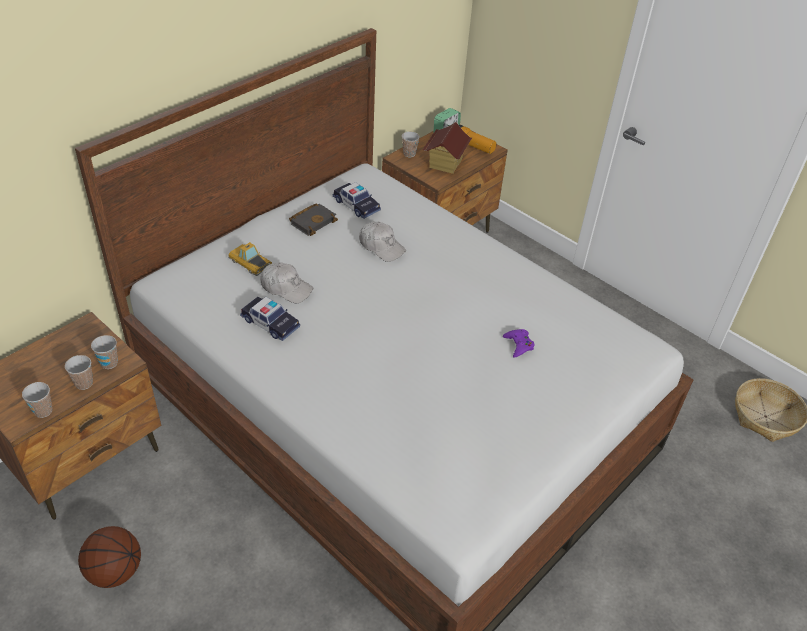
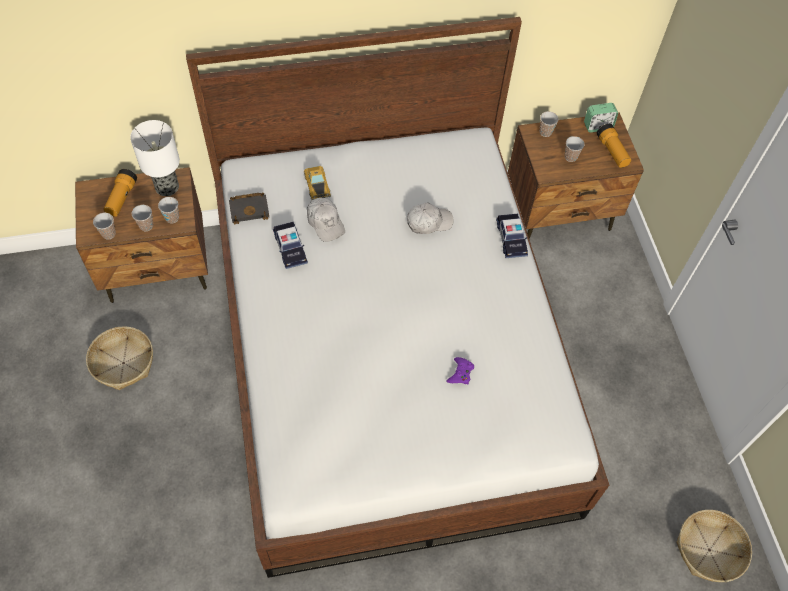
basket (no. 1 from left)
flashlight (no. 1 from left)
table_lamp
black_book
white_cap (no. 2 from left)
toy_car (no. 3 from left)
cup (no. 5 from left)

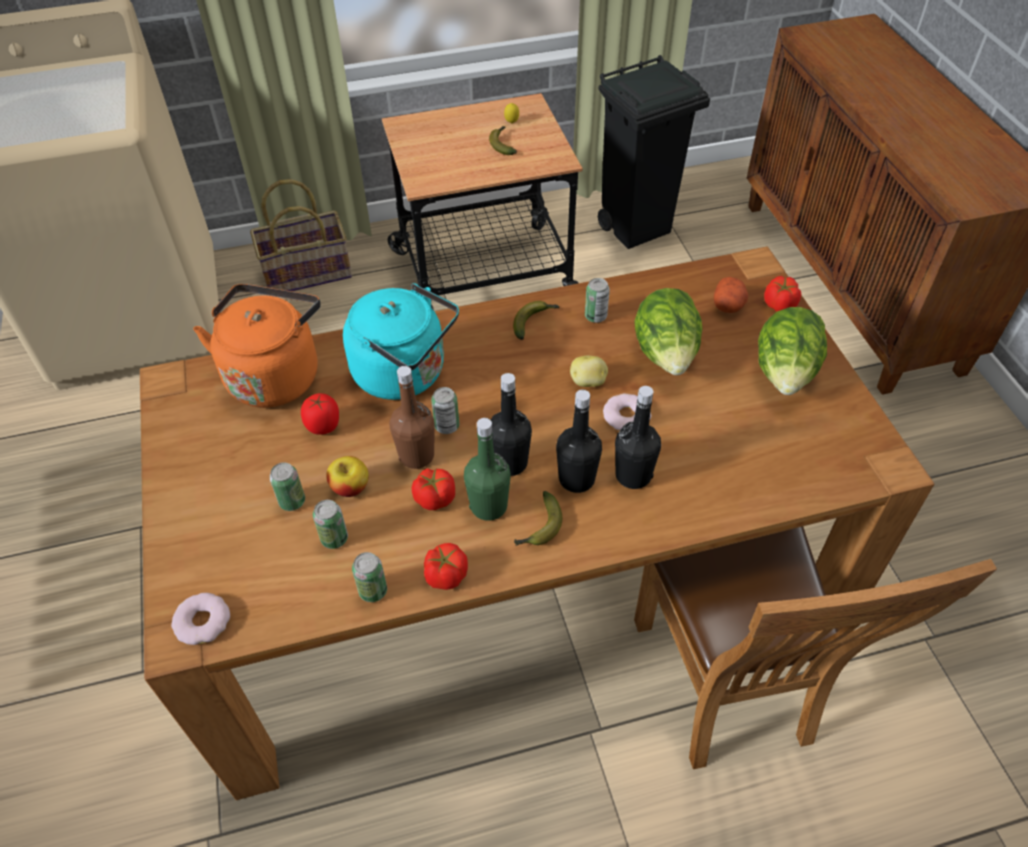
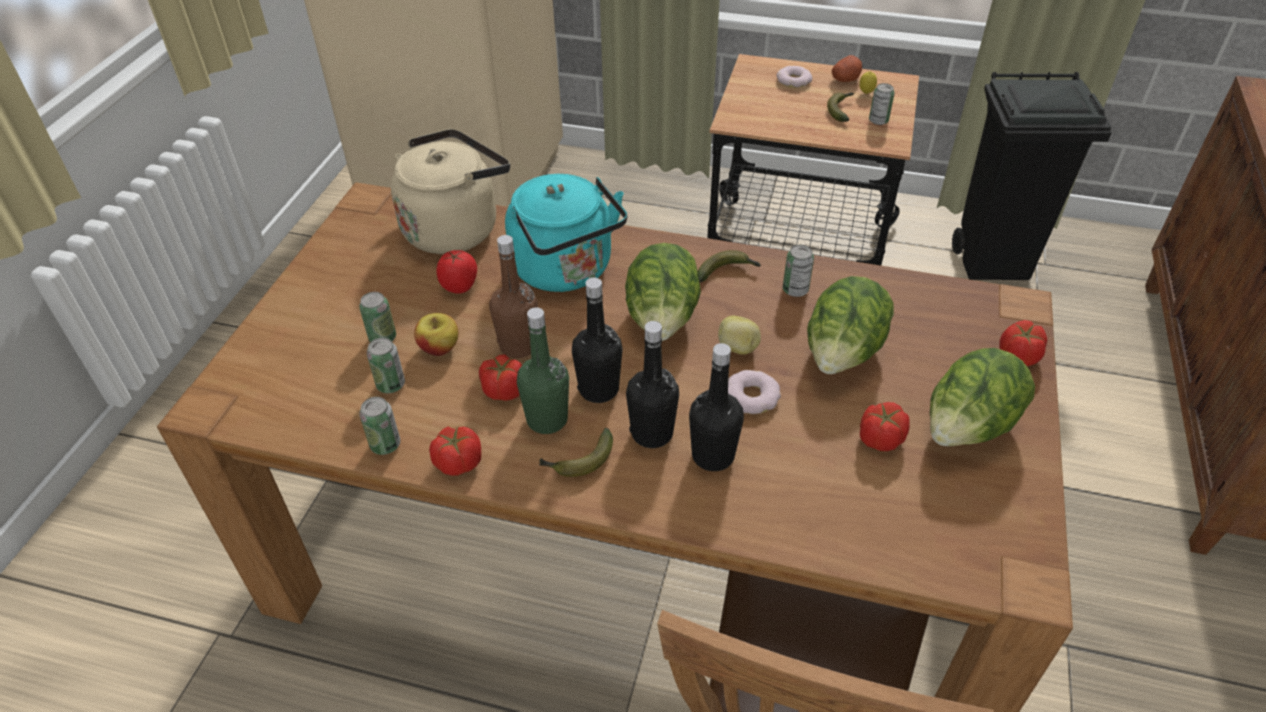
beige_kettle
lettuce (no. 1 from left)
donut (no. 2 from left)
potato (no. 2 from left)
tomato (no. 4 from left)
can (no. 5 from left)
basket

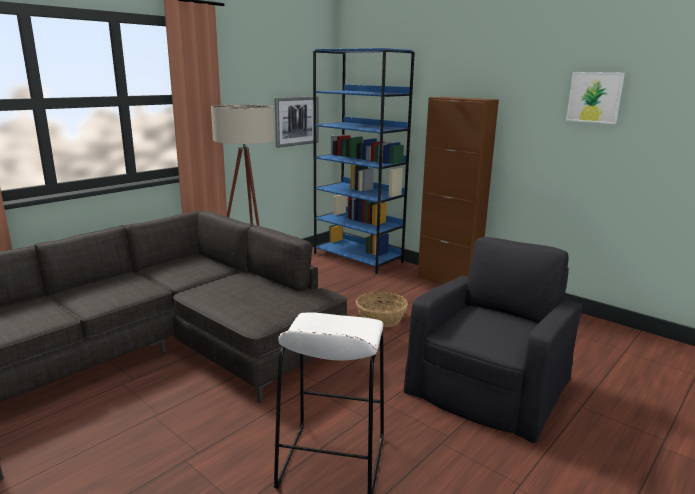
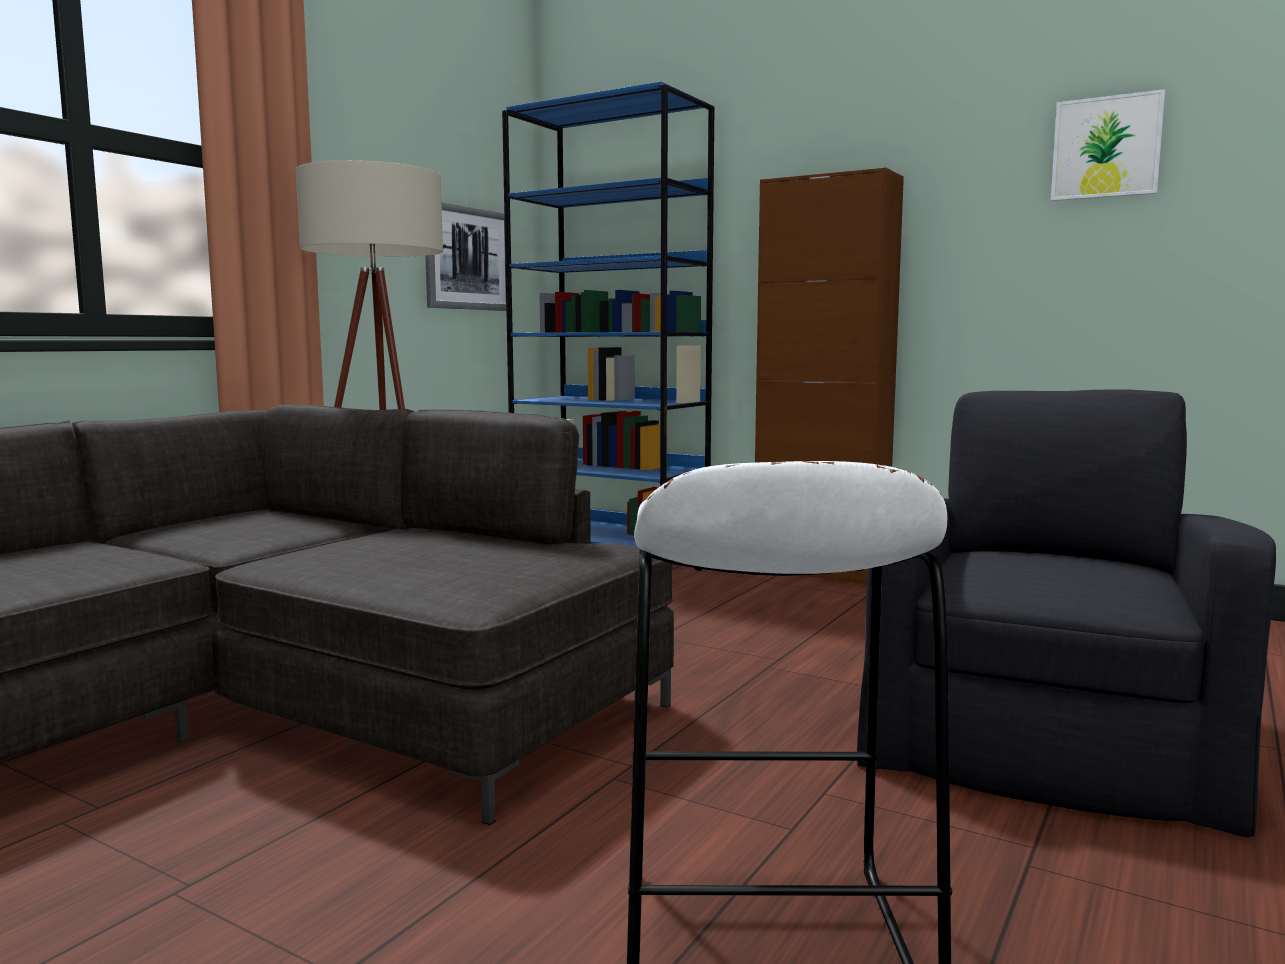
basket

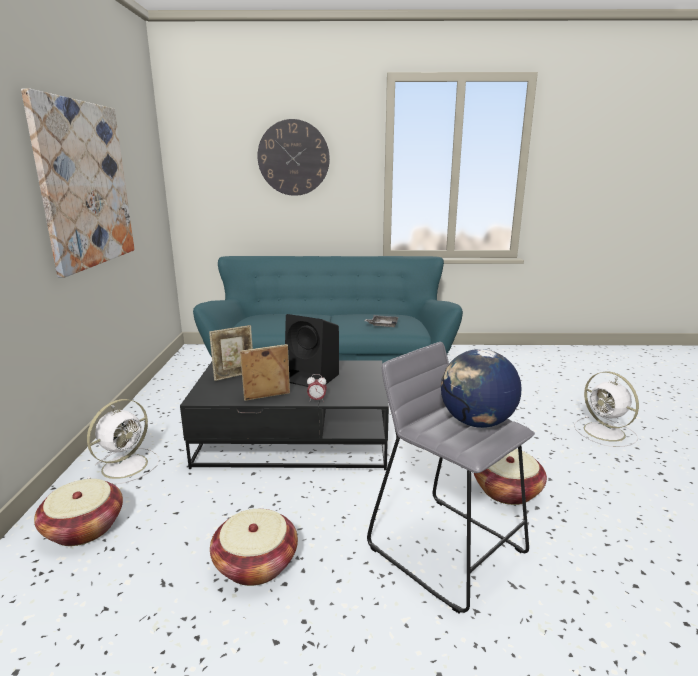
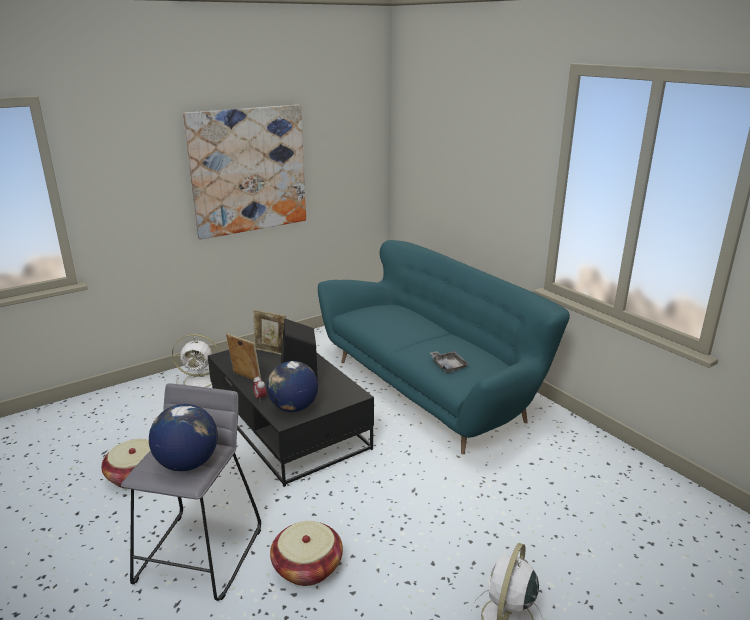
globe (no. 2 from left)
basket (no. 1 from left in the first image)
wall_clock

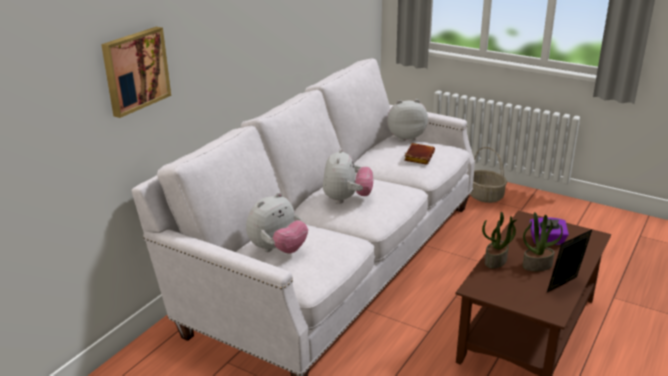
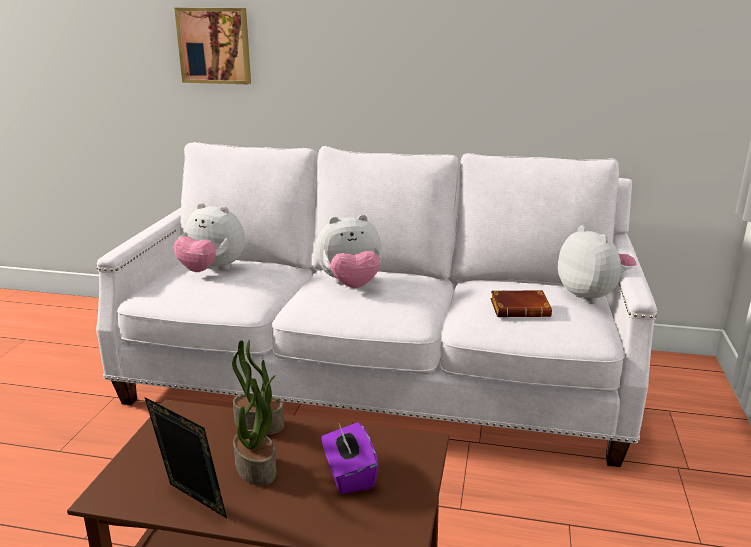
basket

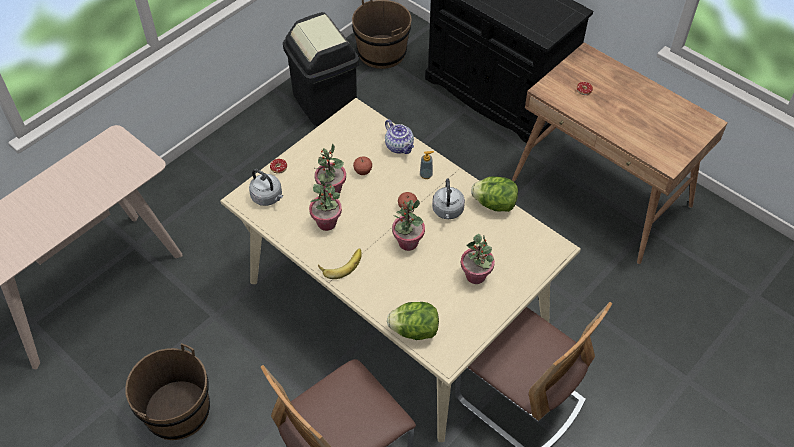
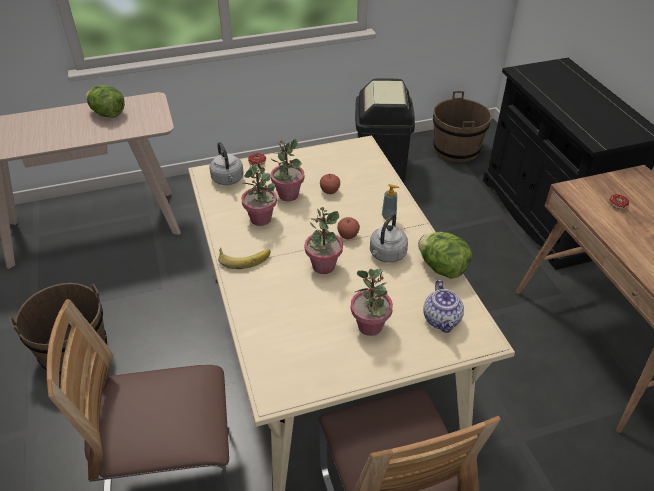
lettuce (no. 1 from left)
teapot

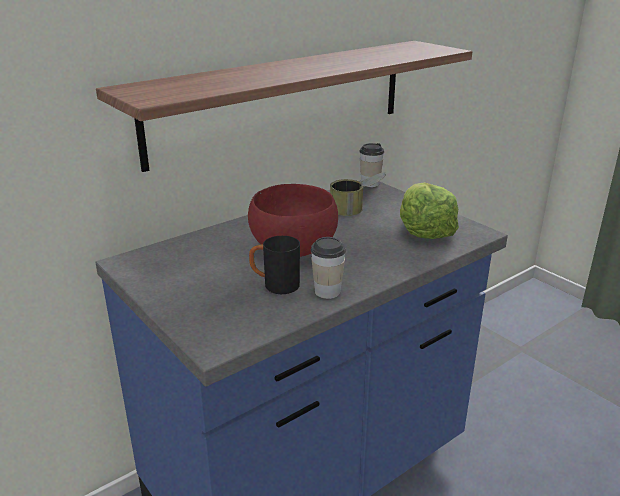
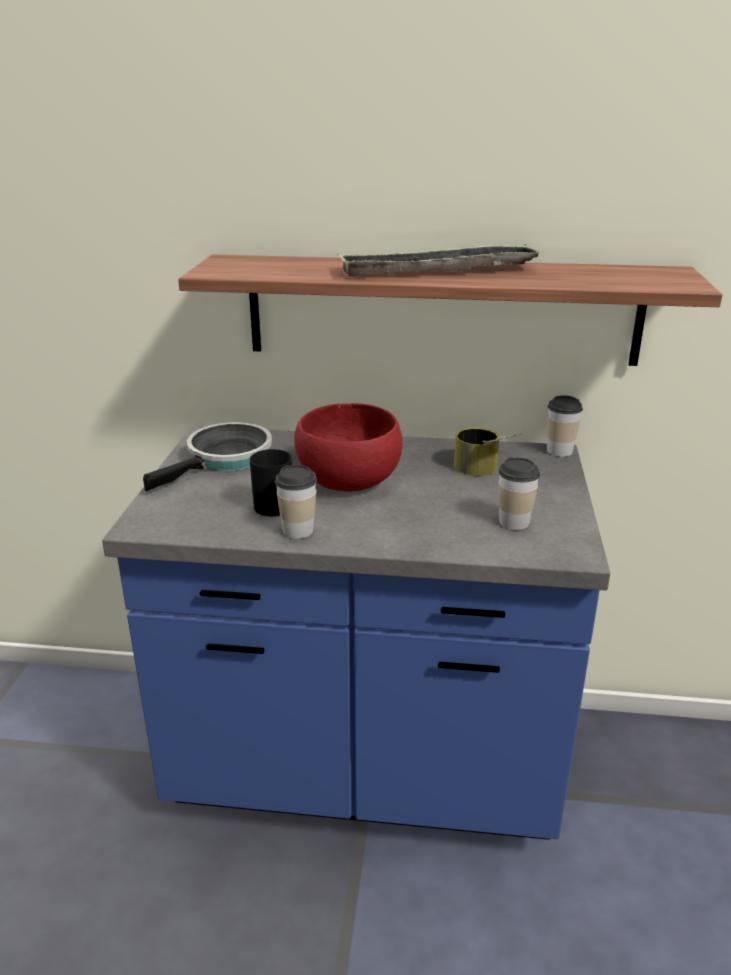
frying_pan
tray
cup (no. 2 from left)

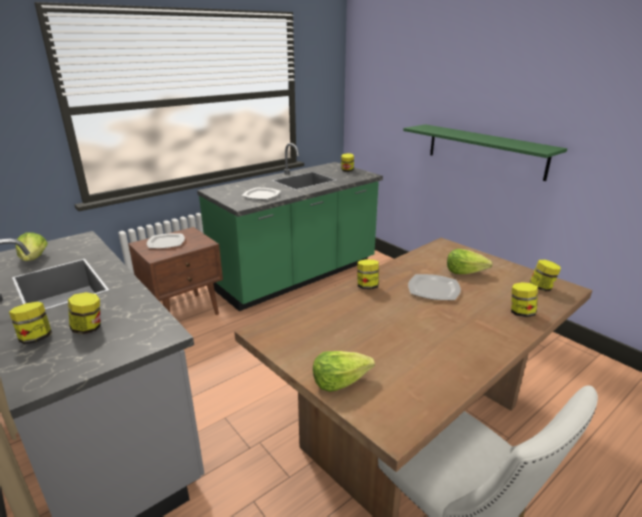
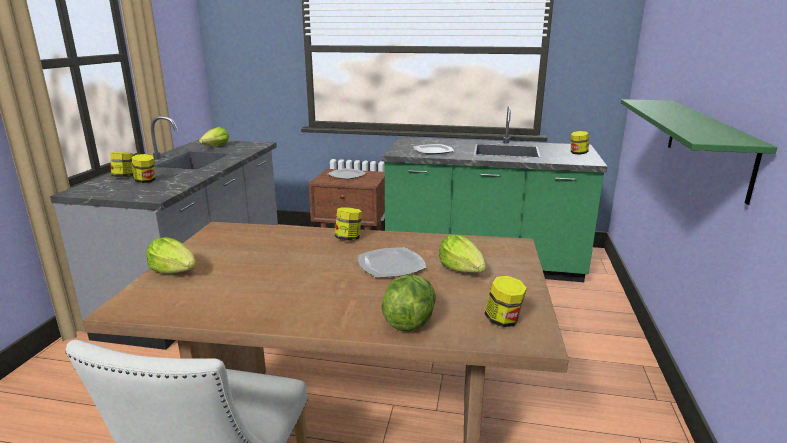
lettuce (no. 3 from left)

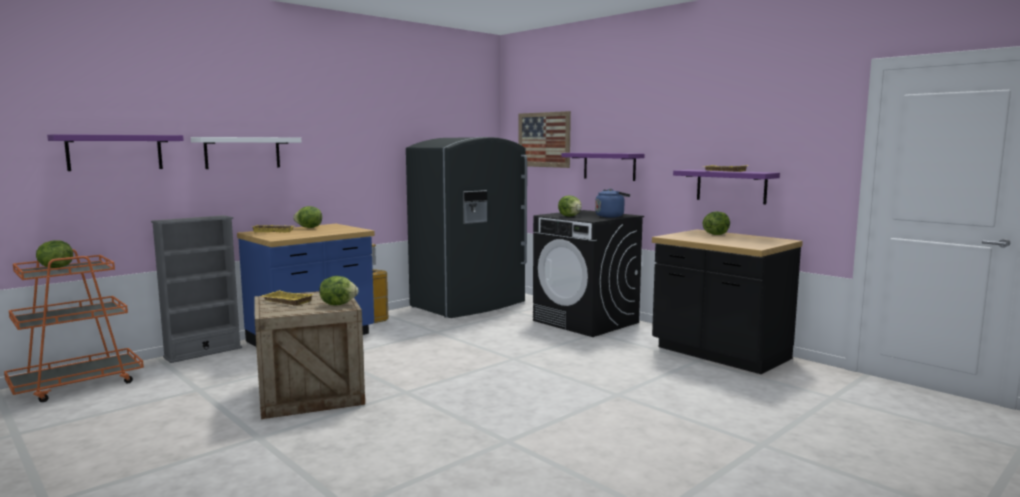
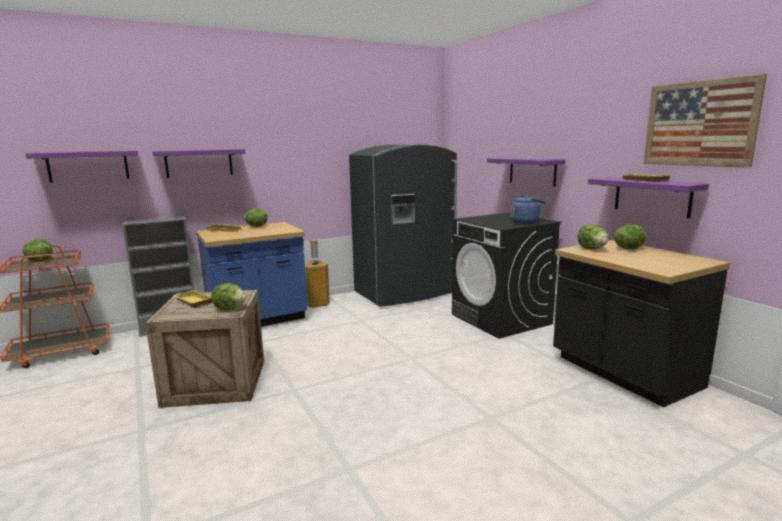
purple_shelf (no. 2 from left)
lettuce (no. 4 from left)
picture

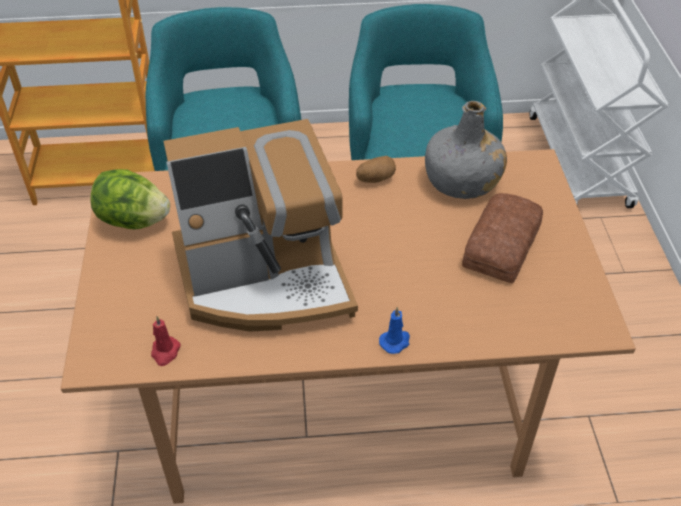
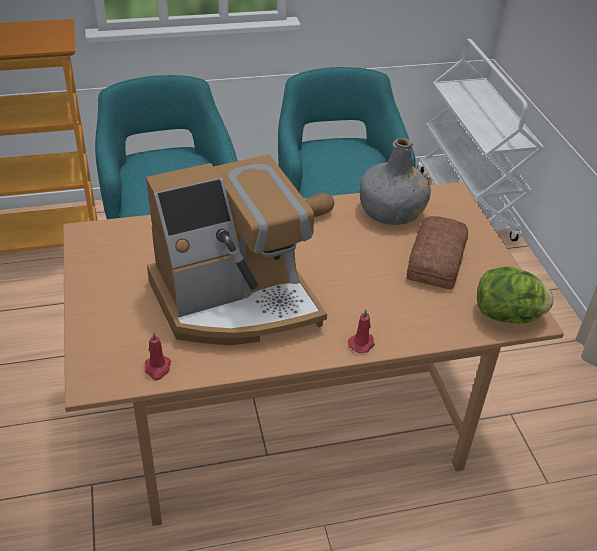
red_candle (no. 2 from left)
lettuce

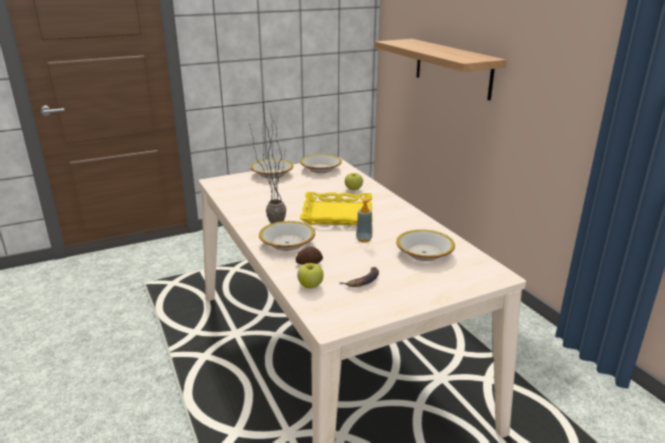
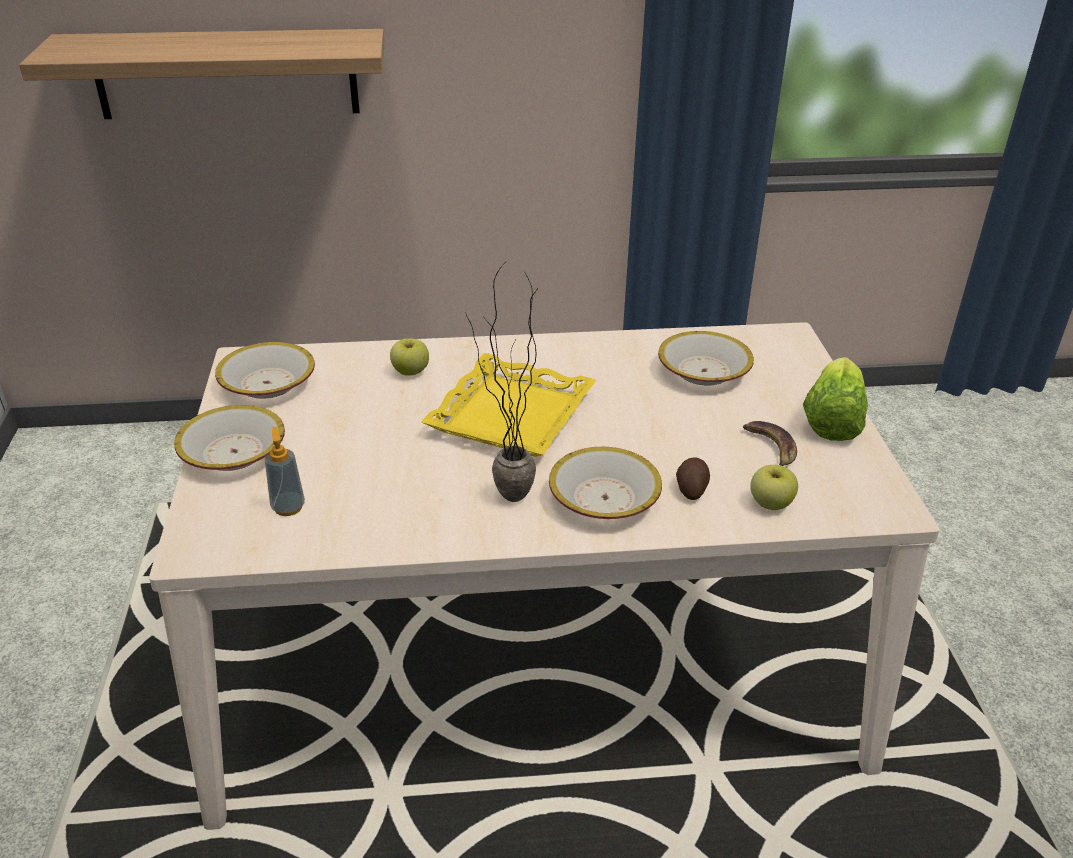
soap_dispenser
lettuce

